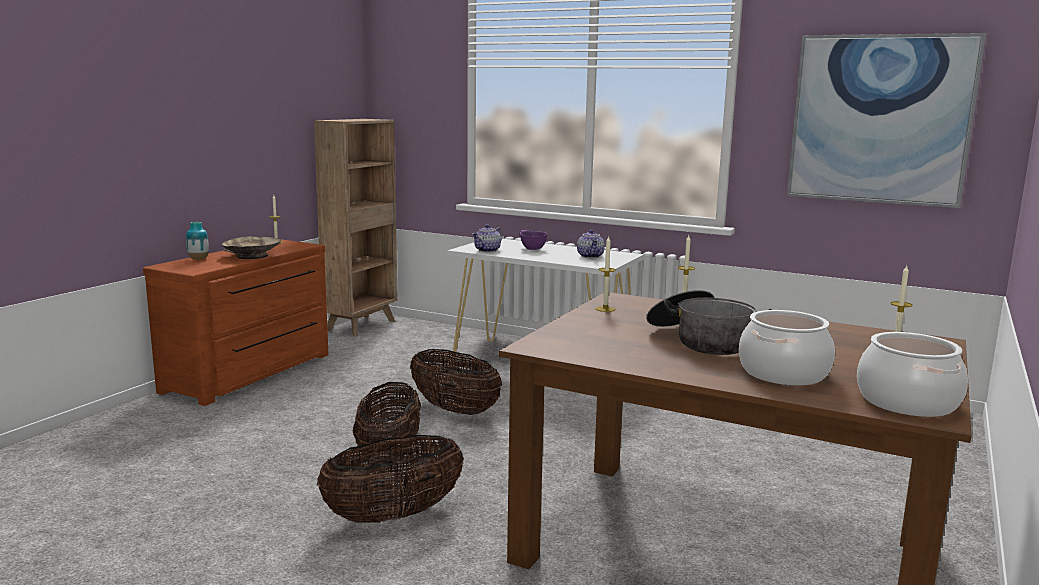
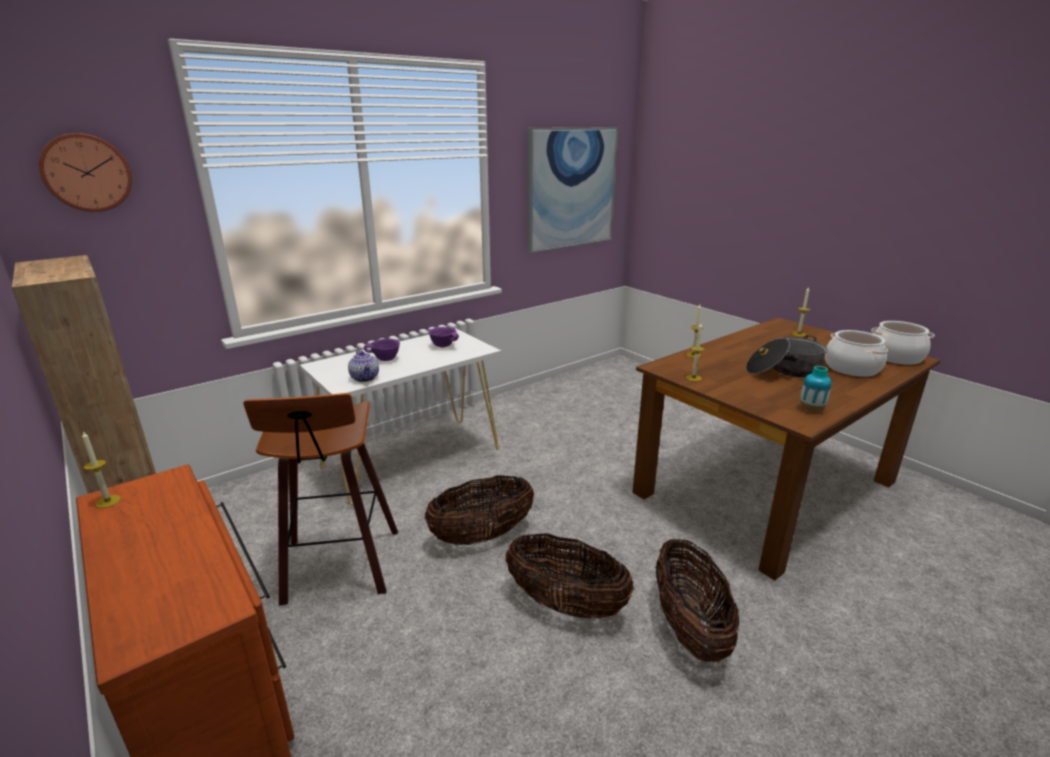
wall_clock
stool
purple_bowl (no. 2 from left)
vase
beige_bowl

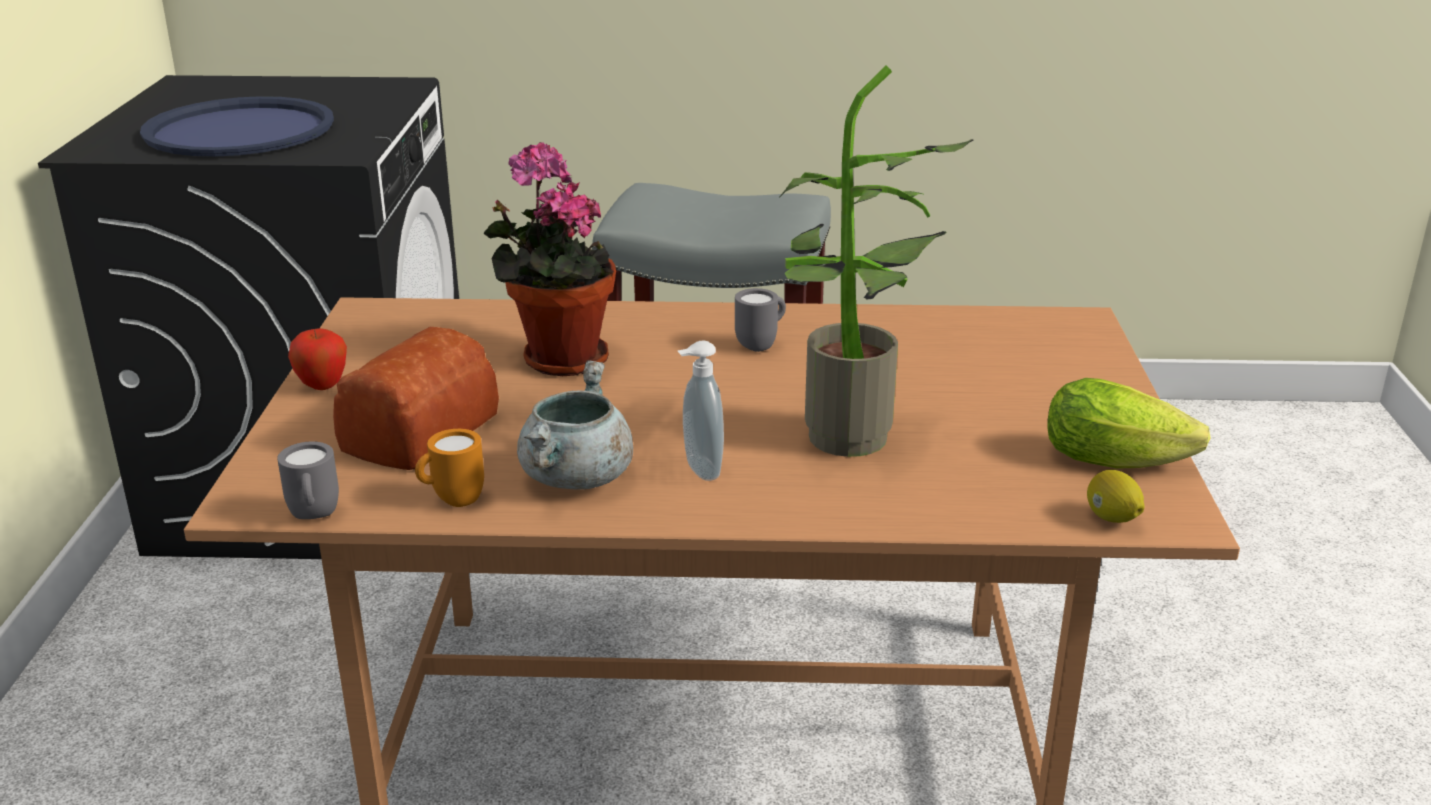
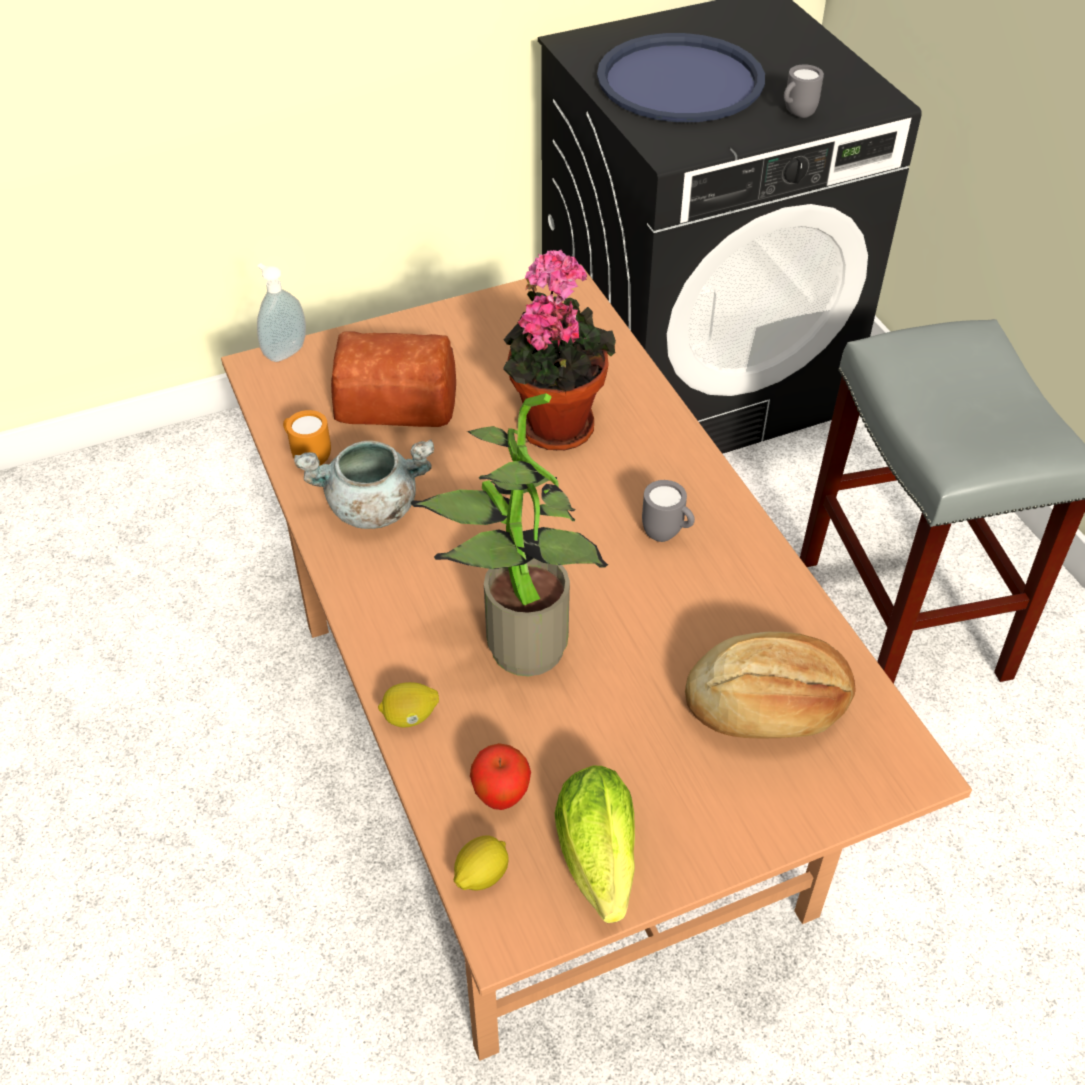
soap_dispenser
lemon (no. 1 from left)
apple
bread (no. 2 from left)
grey_mug (no. 2 from left)

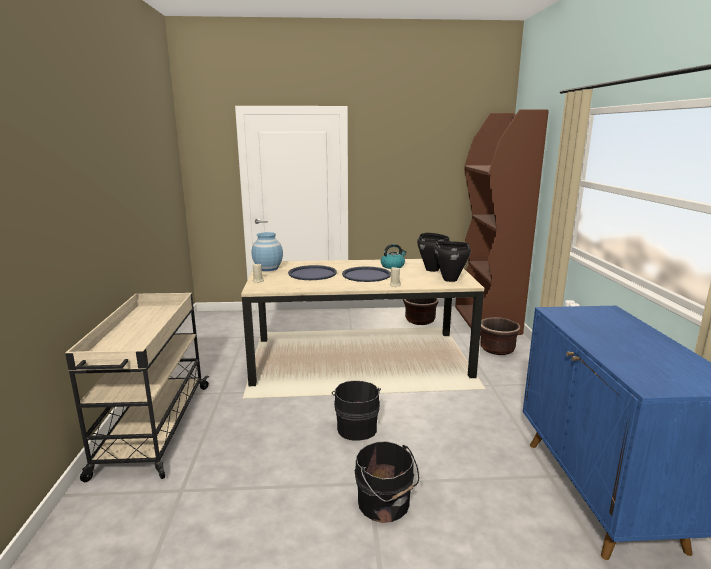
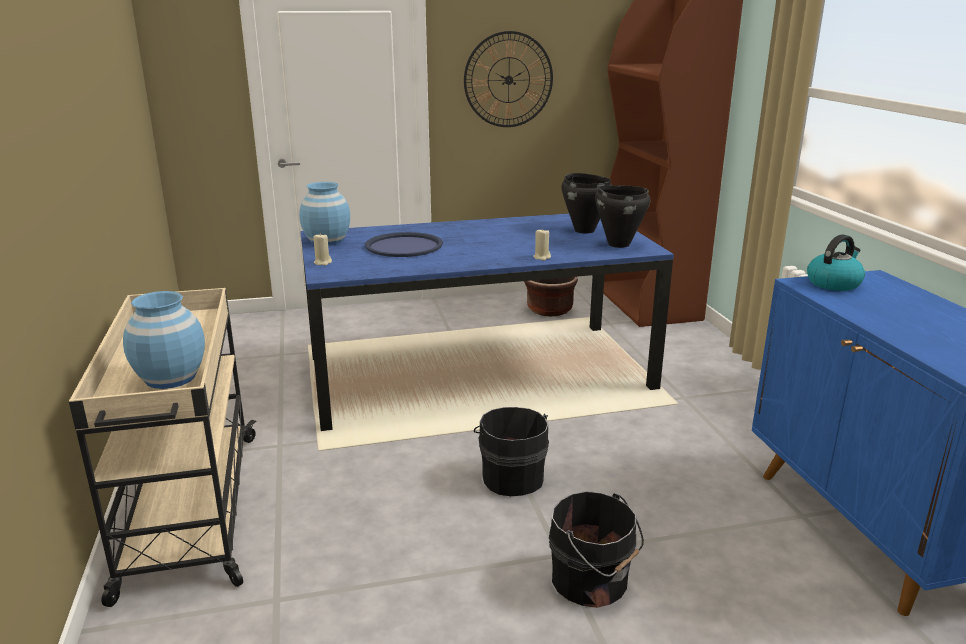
blue_vase (no. 1 from left)
blue_dining_table
wall_clock
kettle
blue_tray (no. 2 from left in the first image)
brown_planter (no. 2 from left in the first image)

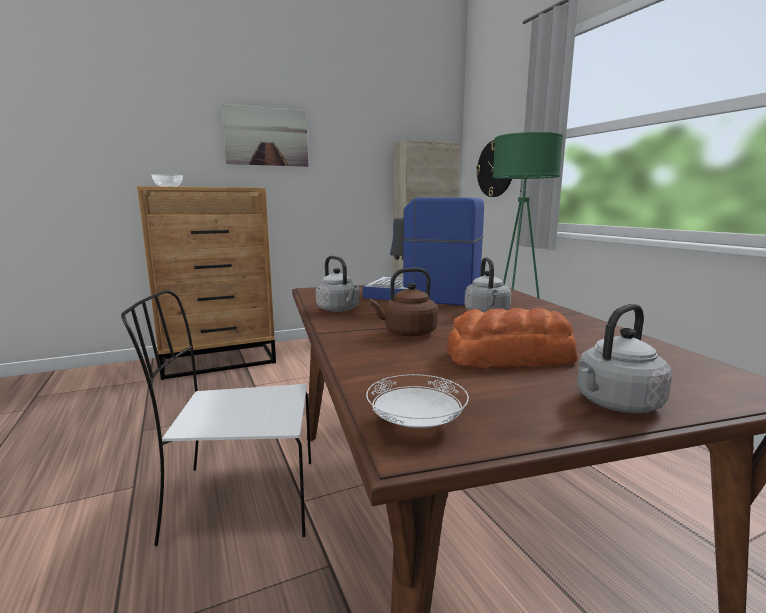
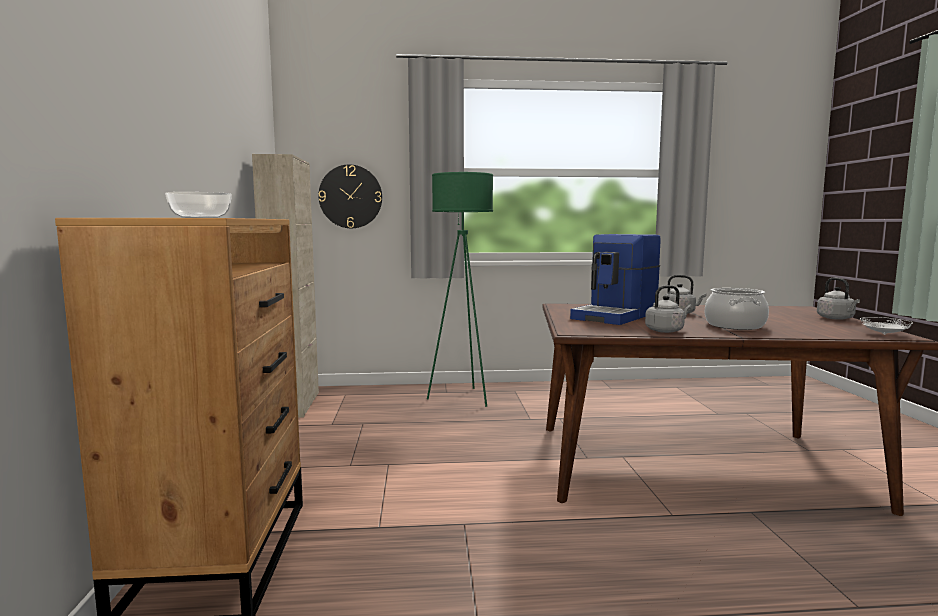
cooking_pot
white_chair
picture
bread

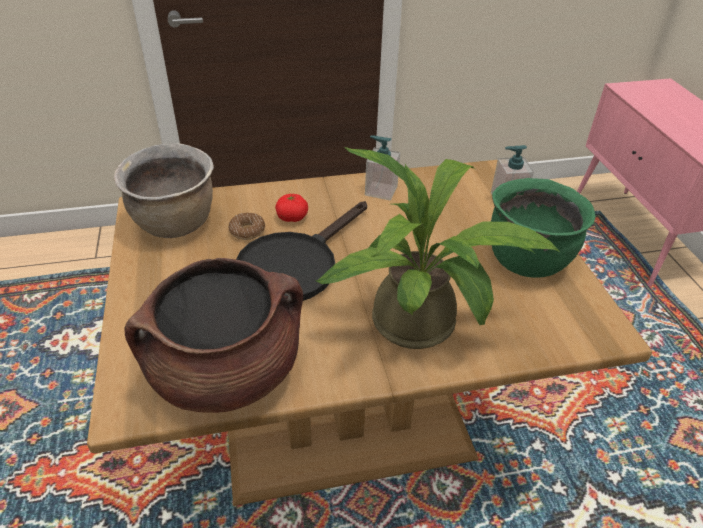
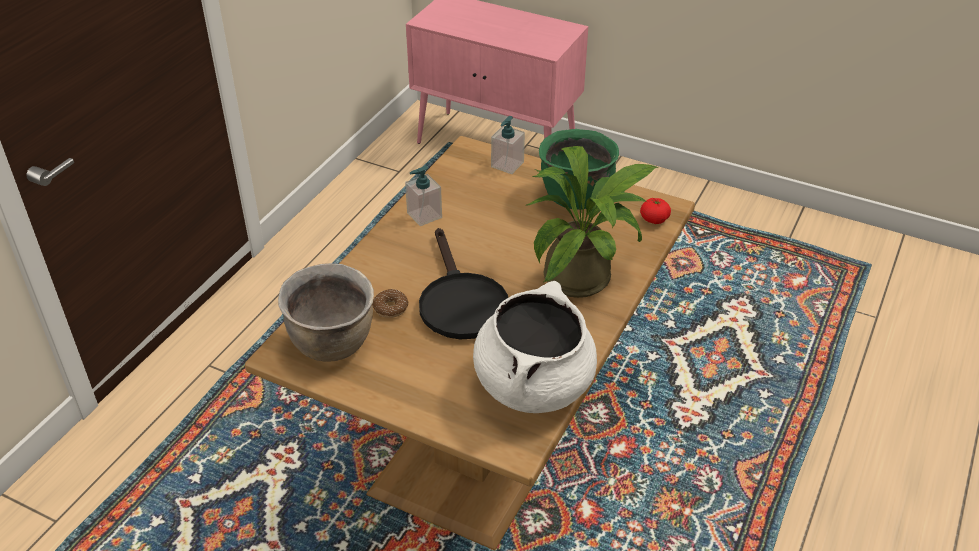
white_cooking_pot
tomato

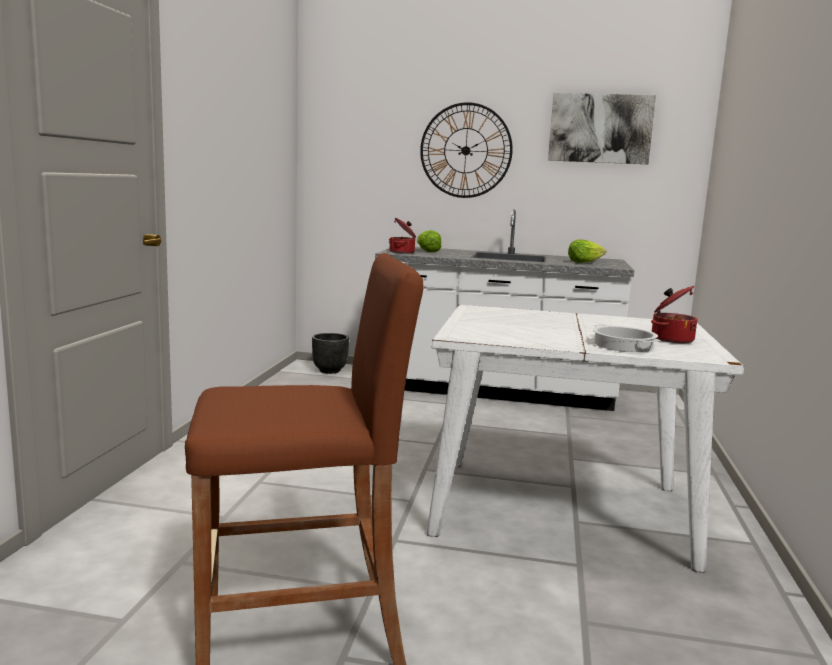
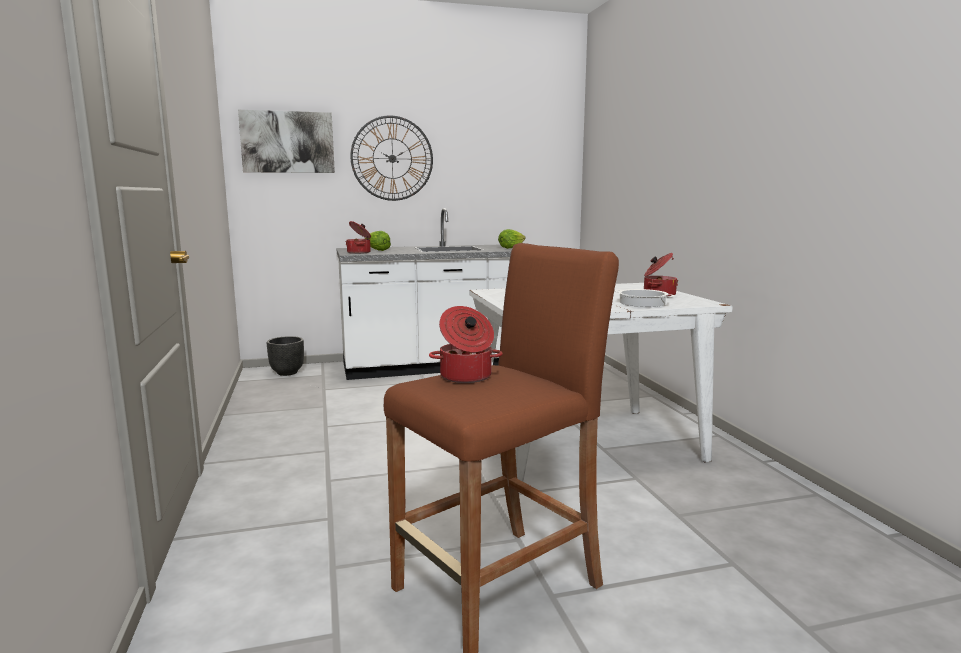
picture
cooking_pot (no. 2 from left)

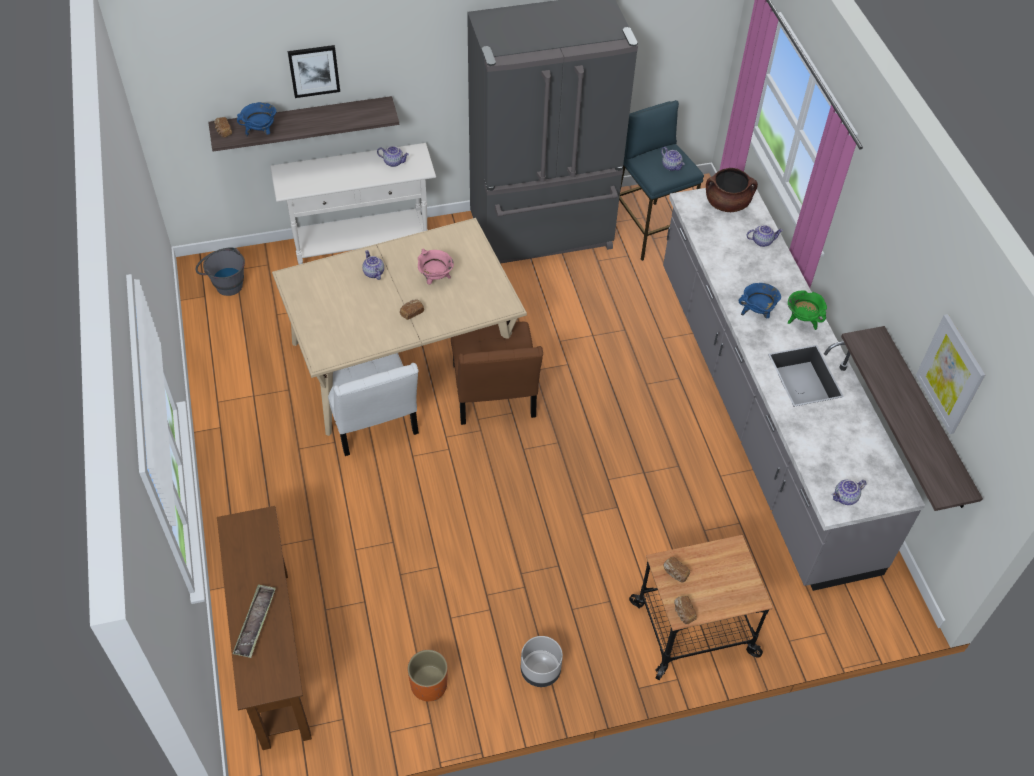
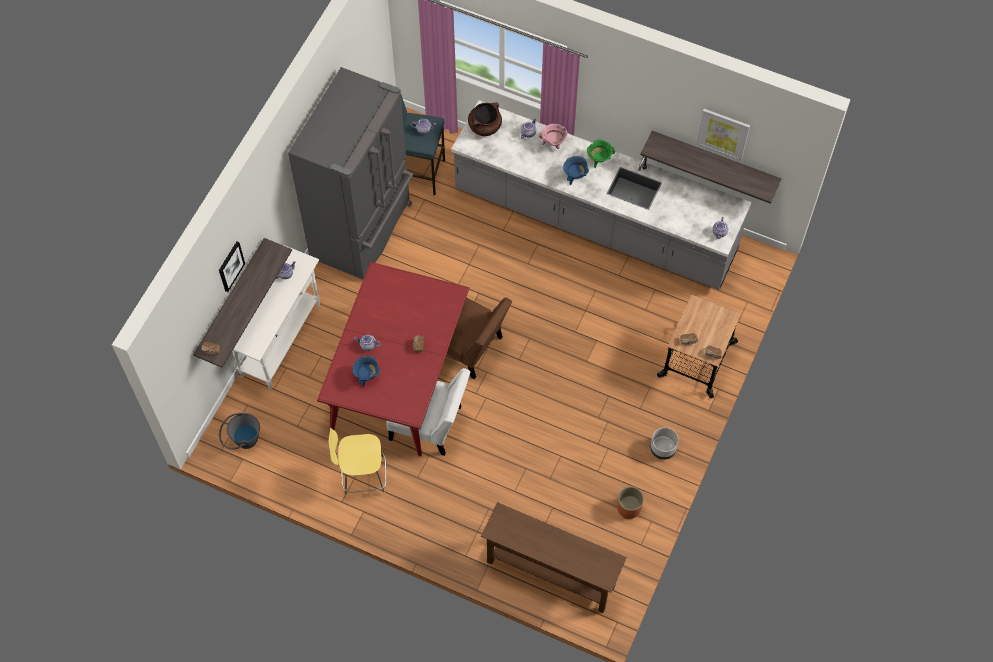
red_dining_table
yellow_stool
blue_cooking_pot (no. 1 from left)
pink_cooking_pot
tray

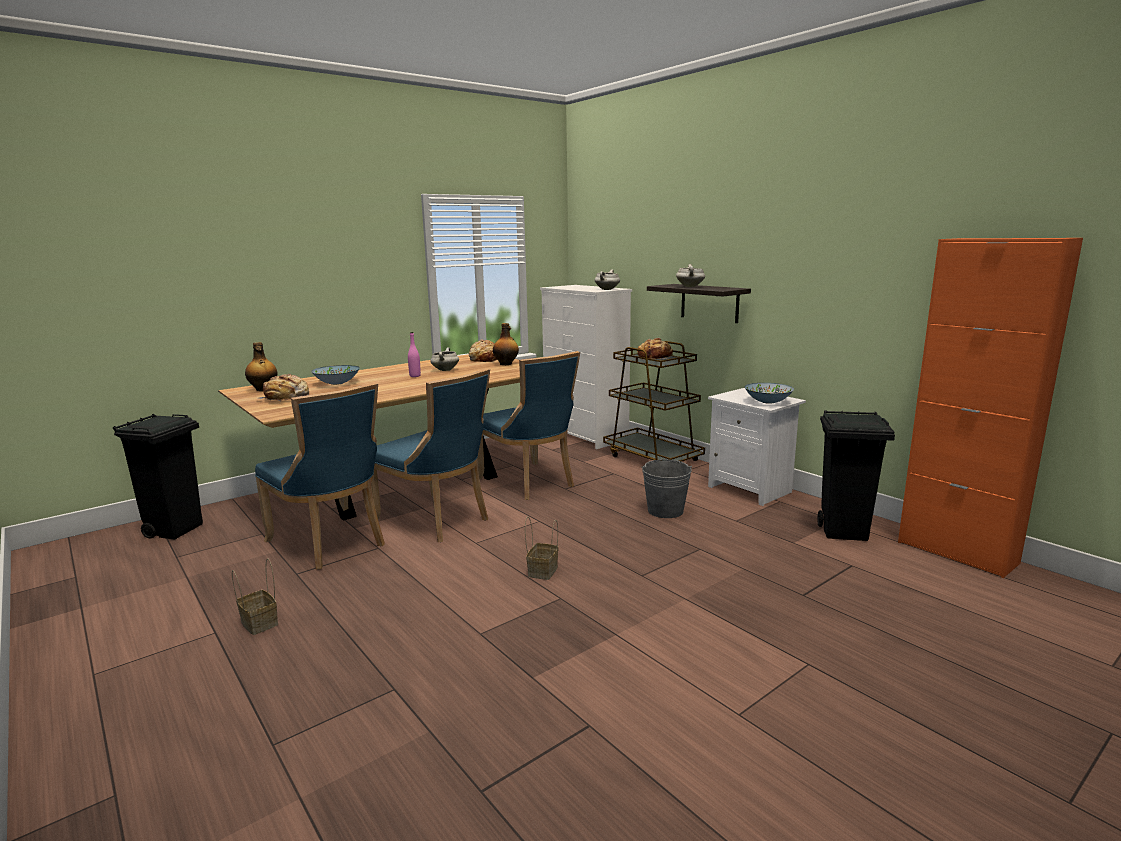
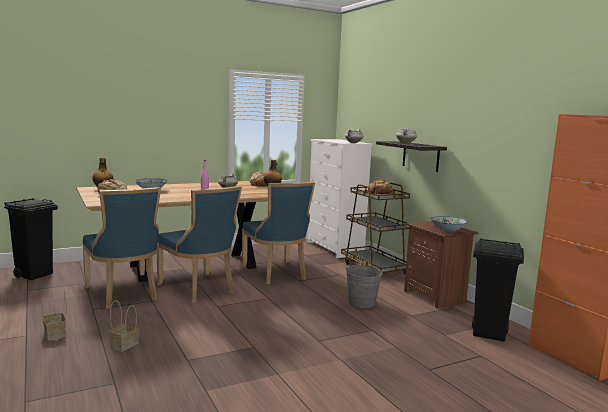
basket (no. 2 from left)
brown_nightstand

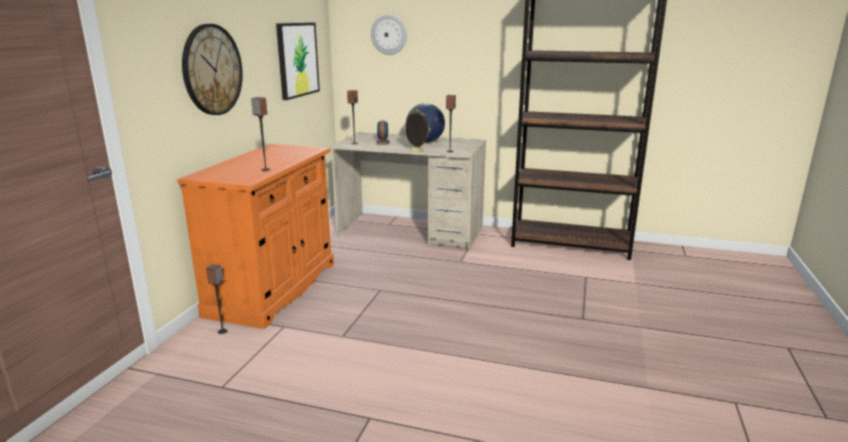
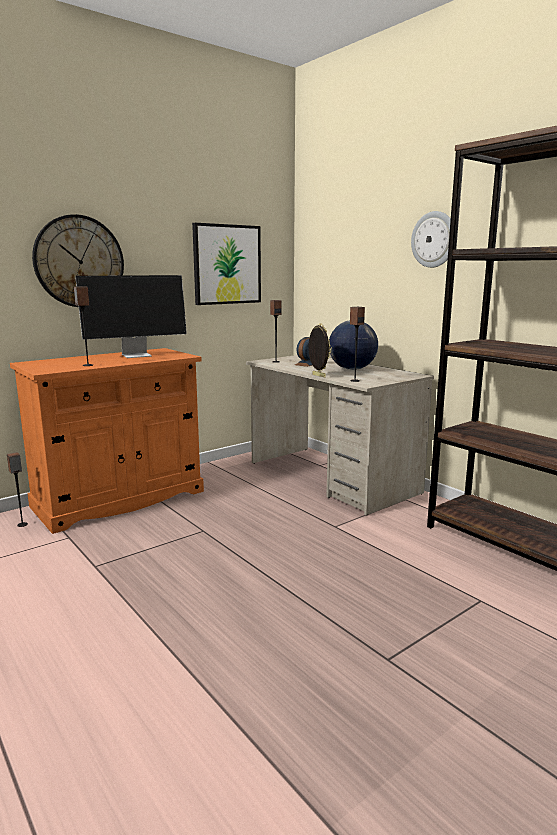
monitor
wall_clock (no. 2 from left)

